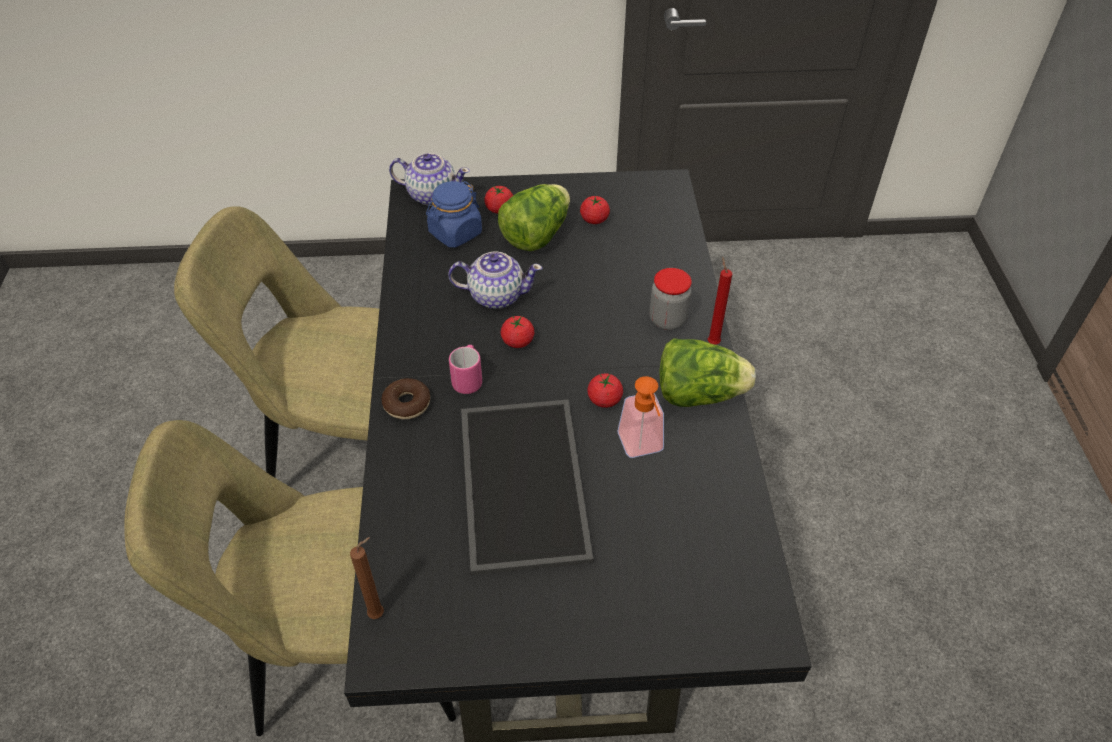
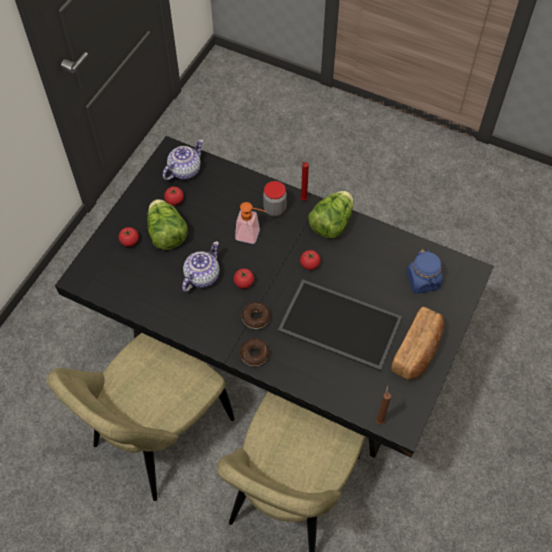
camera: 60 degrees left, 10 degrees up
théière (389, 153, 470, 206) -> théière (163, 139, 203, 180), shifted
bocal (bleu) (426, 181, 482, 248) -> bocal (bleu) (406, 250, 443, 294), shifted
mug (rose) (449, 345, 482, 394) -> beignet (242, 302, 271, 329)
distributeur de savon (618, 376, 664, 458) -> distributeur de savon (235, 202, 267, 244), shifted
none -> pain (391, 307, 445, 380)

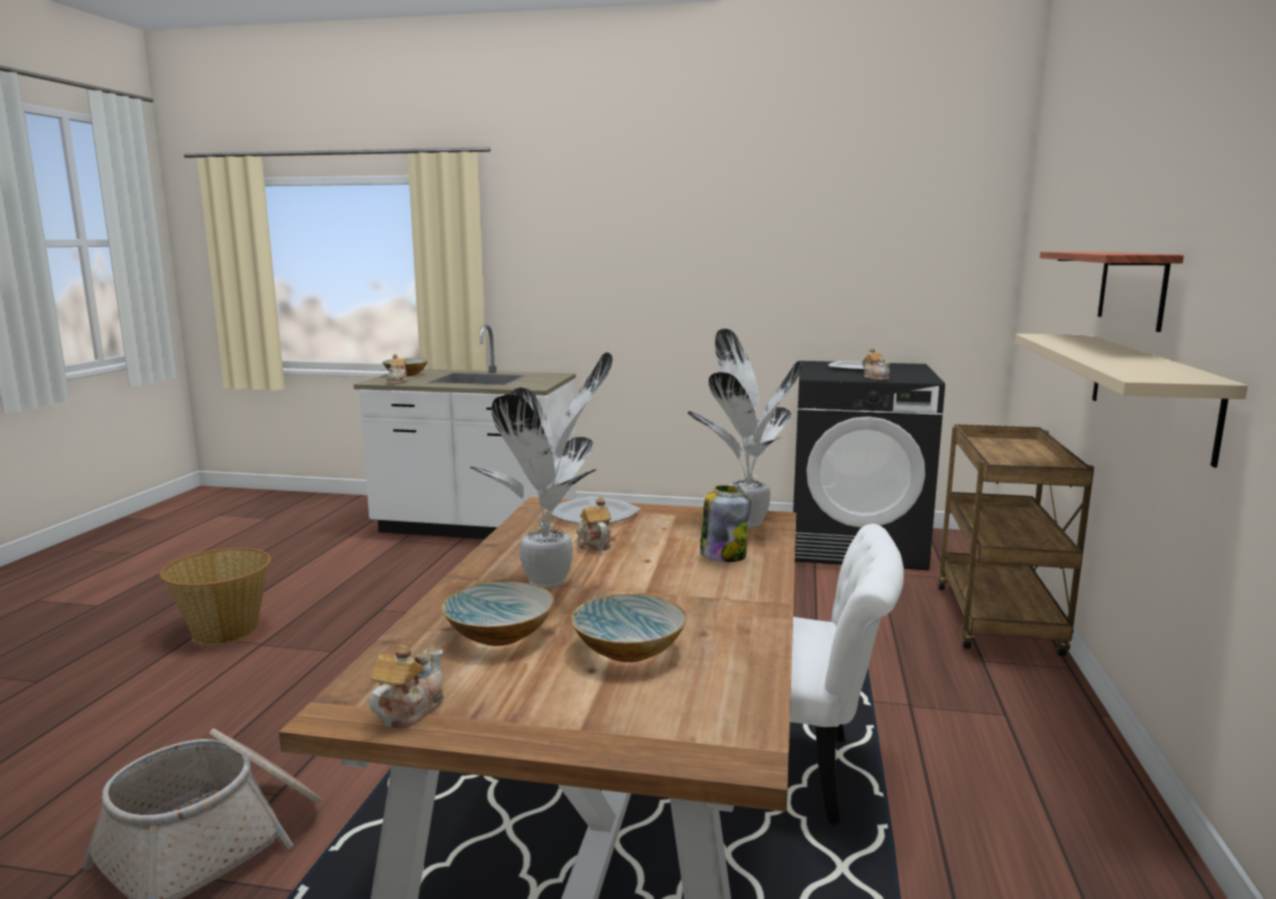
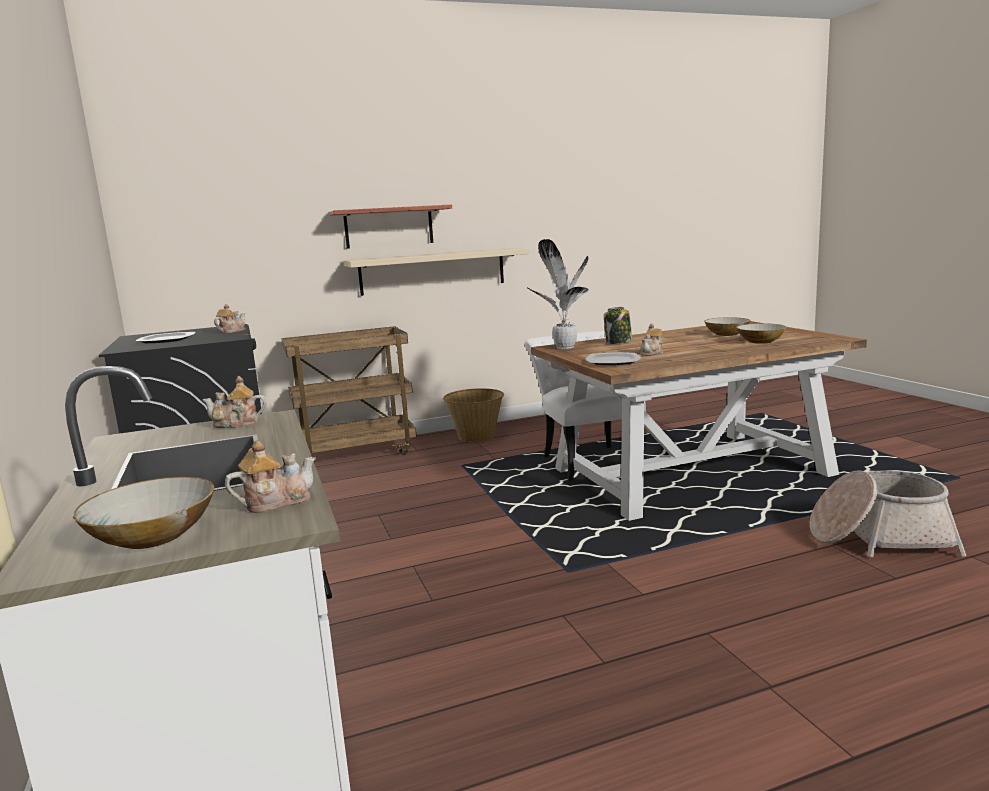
camera: 120 degrees left, 0 degrees up
plante en pot (469, 352, 612, 588) -> none
panier (160, 548, 271, 645) -> panier (443, 388, 504, 442), shifted
théière (369, 645, 444, 729) -> théière (202, 376, 266, 428), shifted

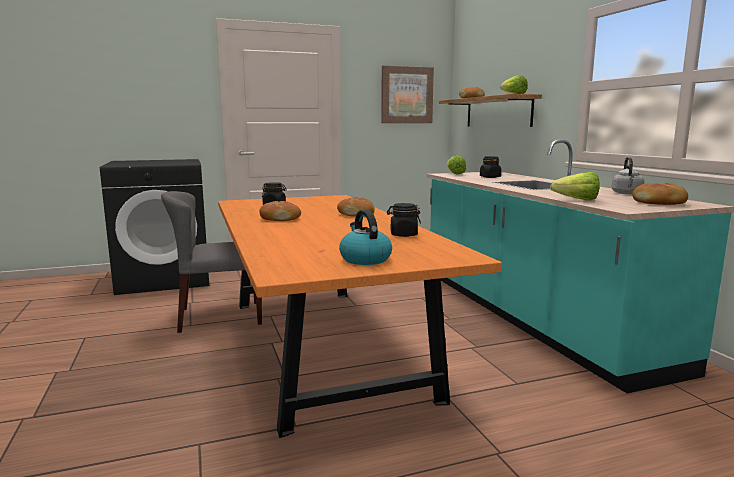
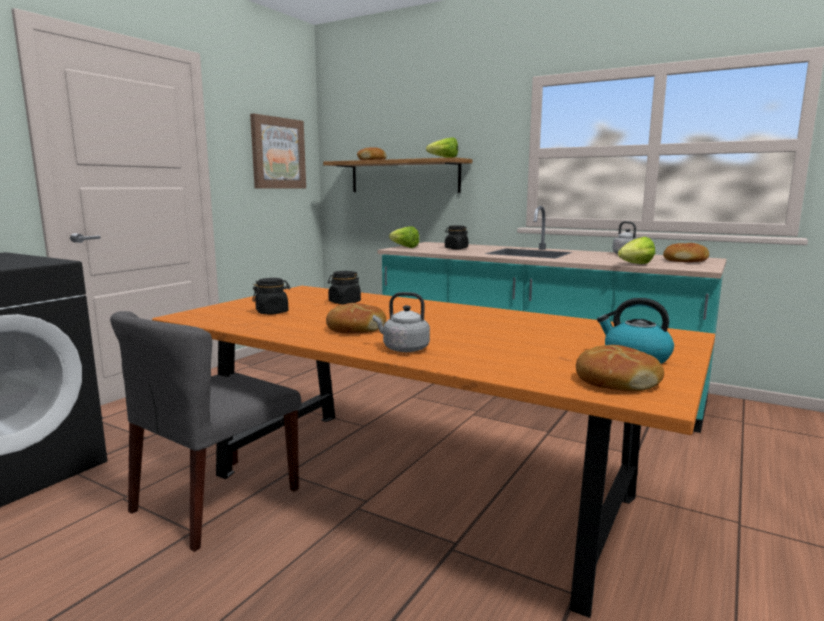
camera: 40 degrees left, 0 degrees up
pain (337, 197, 375, 217) -> pain (576, 345, 664, 391), shifted
bocal (noir) (387, 203, 421, 237) -> bocal (noir) (328, 271, 361, 304), shifted
none -> bouilloire (gris) (373, 292, 430, 352)

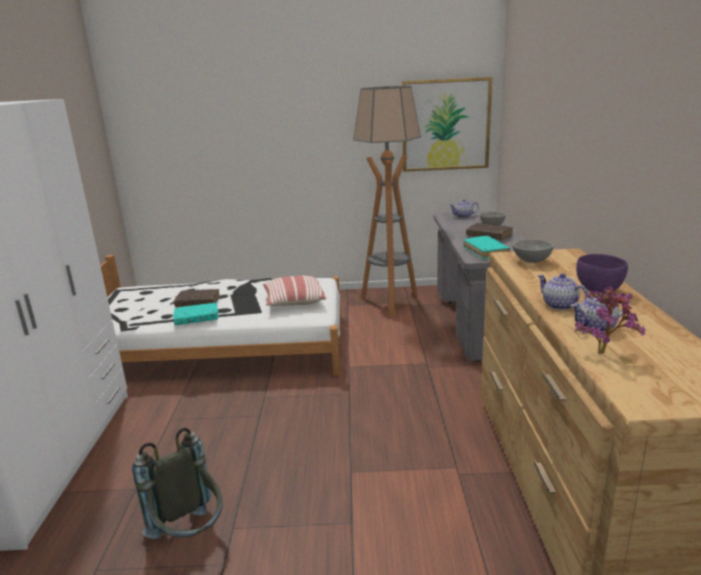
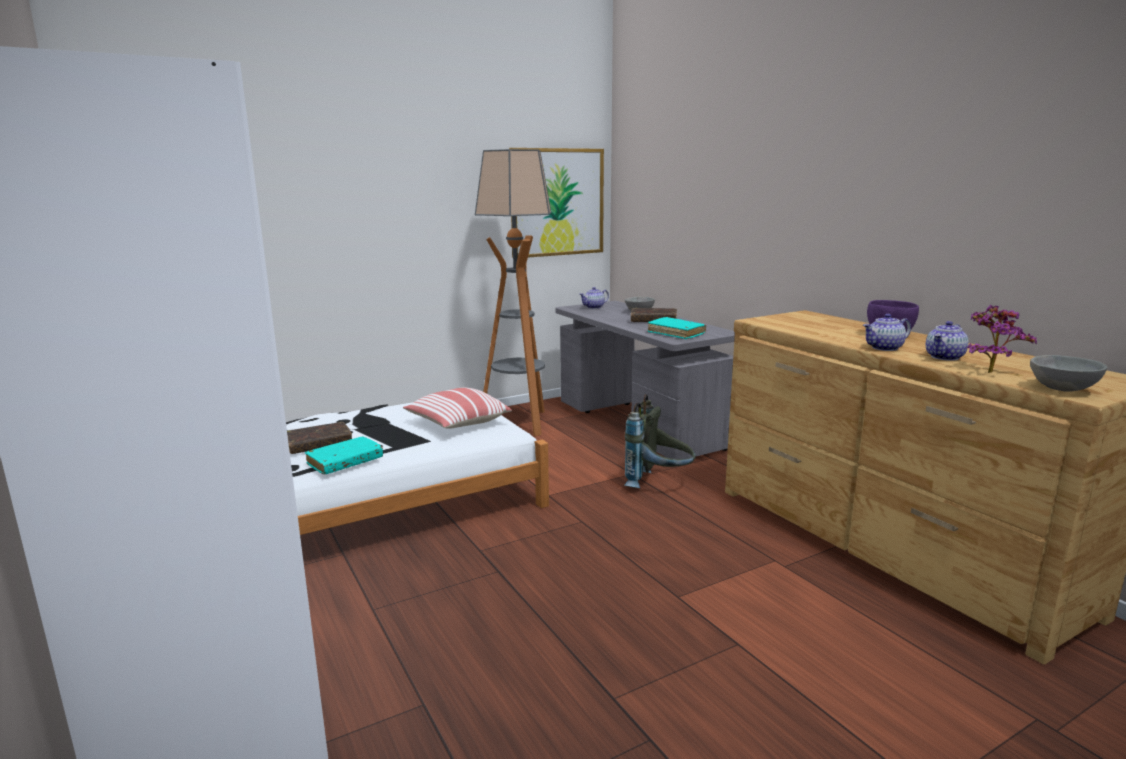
camera: 30 degrees left, 5 degrees down
bol (gris) (512, 239, 554, 263) -> bol (gris) (1030, 355, 1107, 392), shifted
théière (537, 273, 588, 310) -> théière (863, 314, 911, 351), 45 degrees counterclockwise
sac à dos (gris) (132, 428, 223, 539) -> sac à dos (gris) (624, 394, 696, 488), shifted

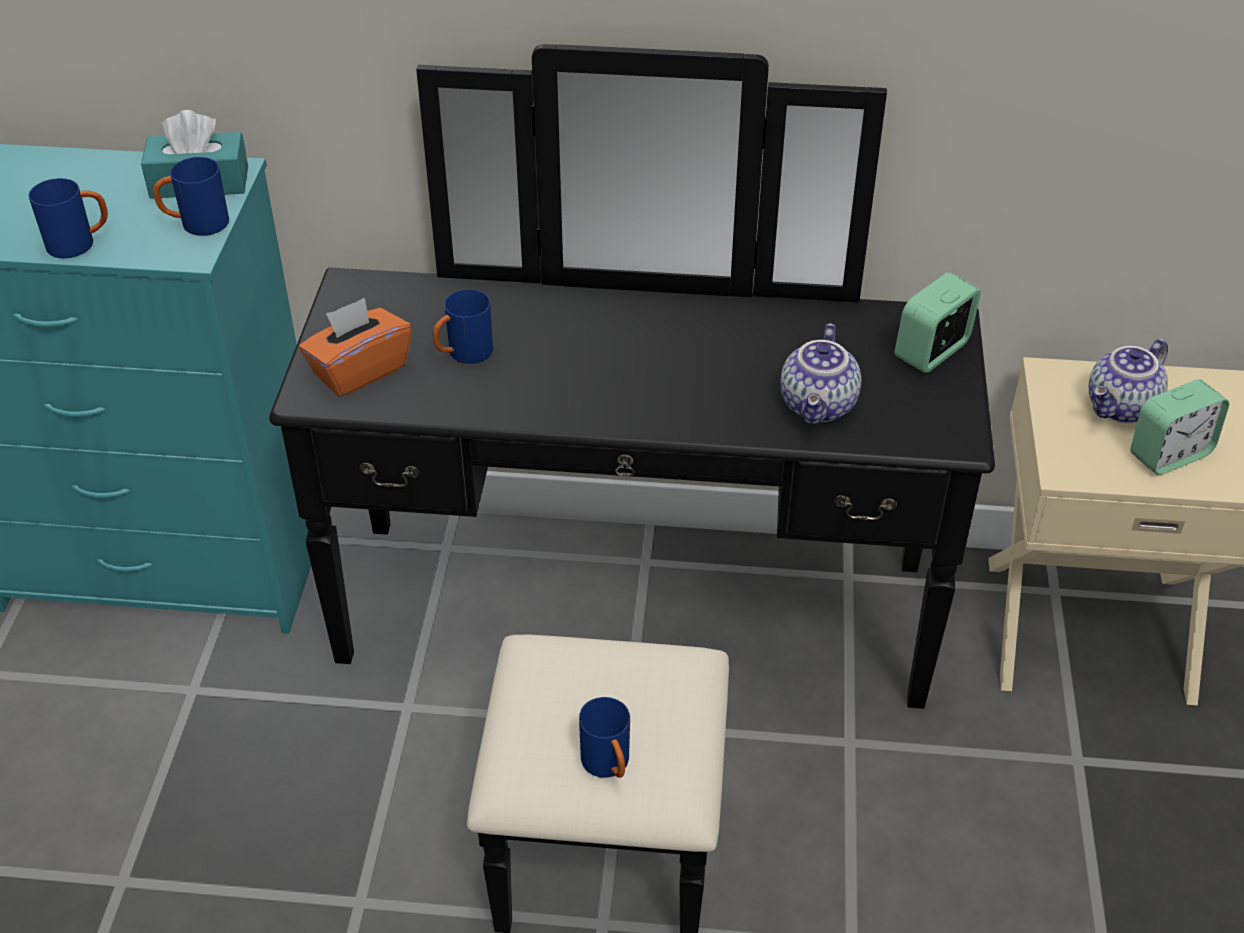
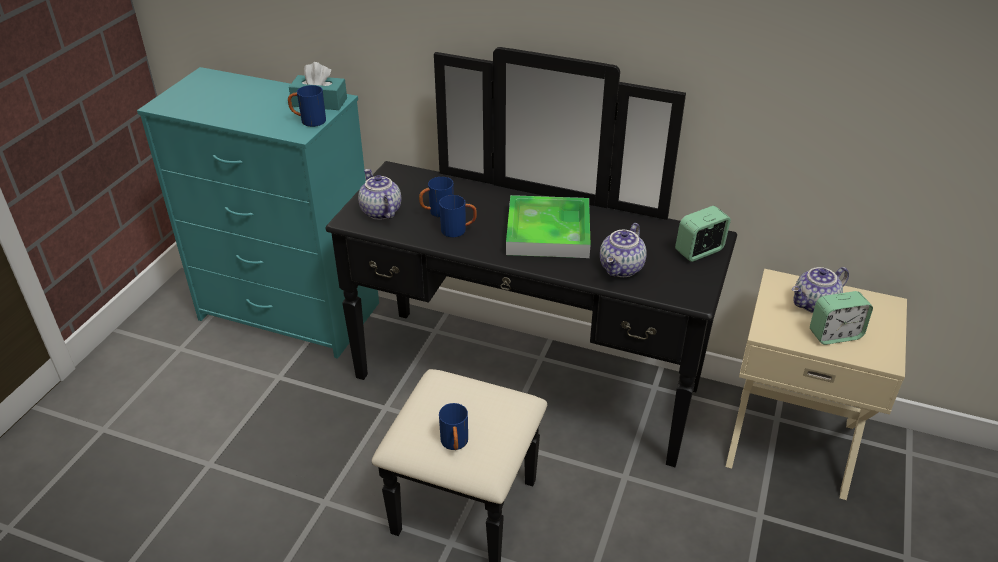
camera: 15 degrees right, 5 degrees down
mug (bleu) (29, 178, 108, 258) -> mug (bleu) (439, 195, 477, 237), shifted
boîte à mouchoirs (orange) (299, 297, 412, 397) -> théière (358, 169, 401, 220)
none -> plateau (506, 195, 591, 258)

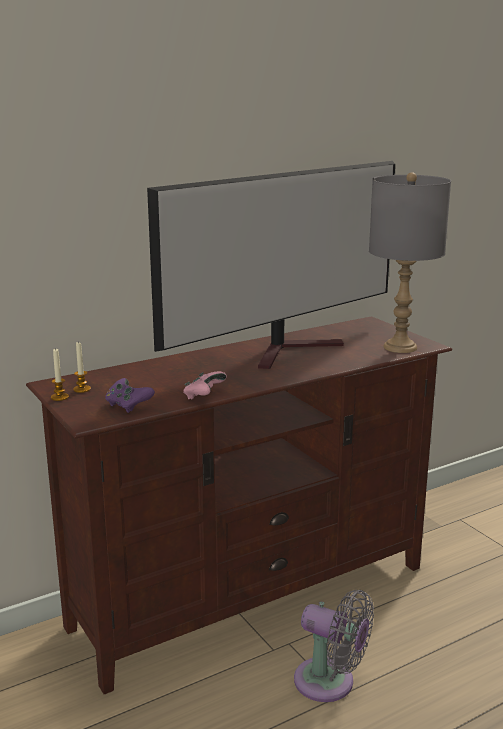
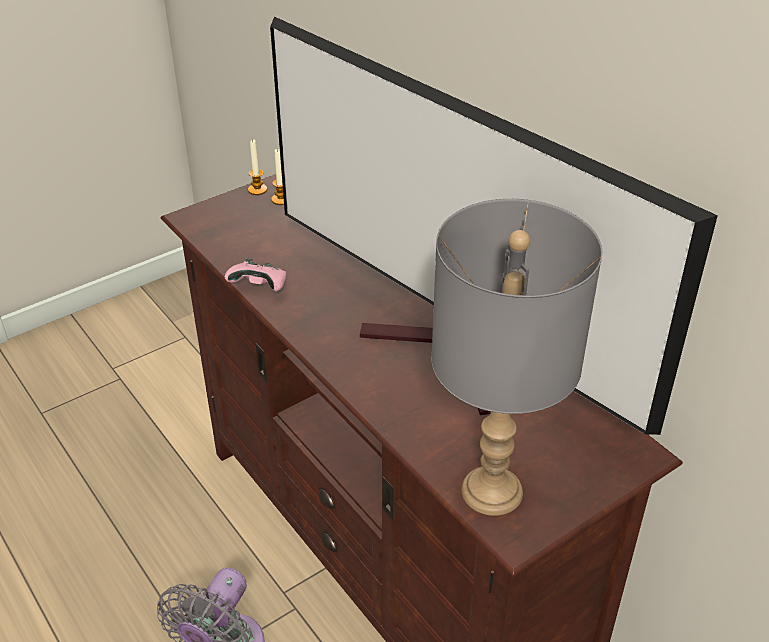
camera: 85 degrees right, 20 degrees up
manette (violet) (105, 378, 155, 413) -> none

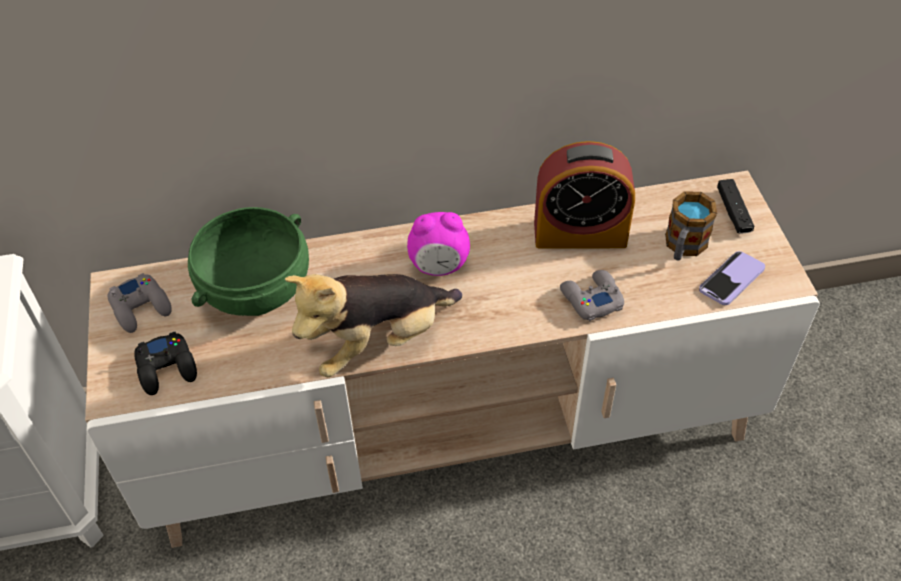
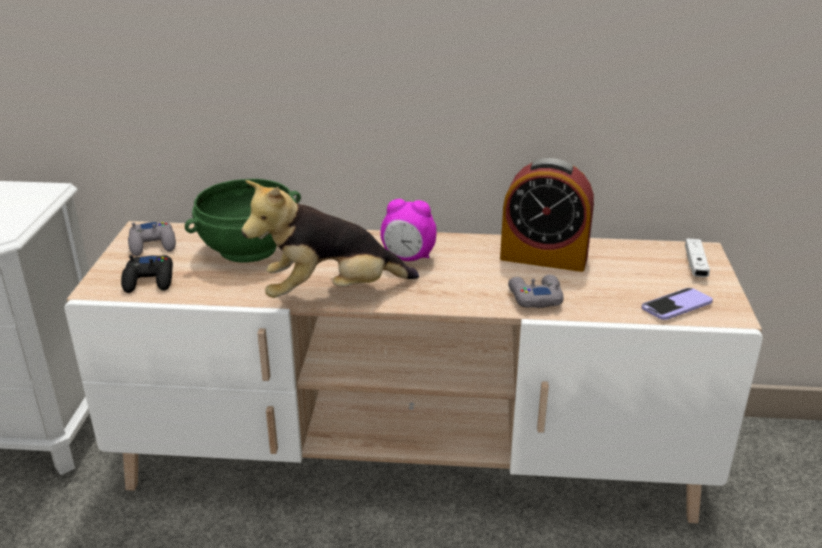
camera: 15 degrees right, 20 degrees down
manette (noir) (717, 179, 754, 234) -> manette (blanc) (685, 238, 710, 277)
mug (665, 191, 717, 261) -> none

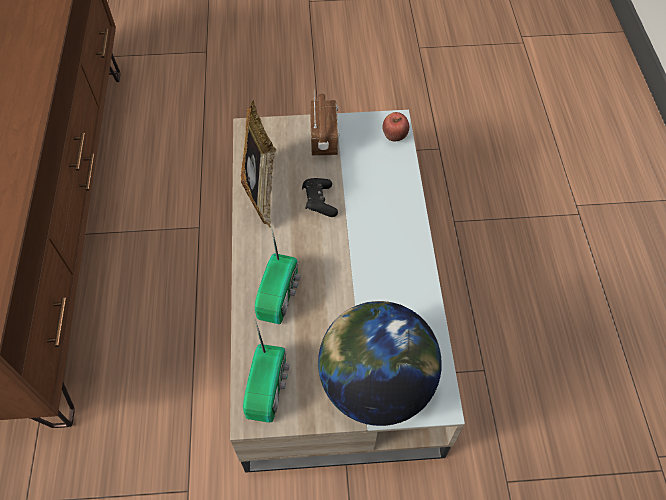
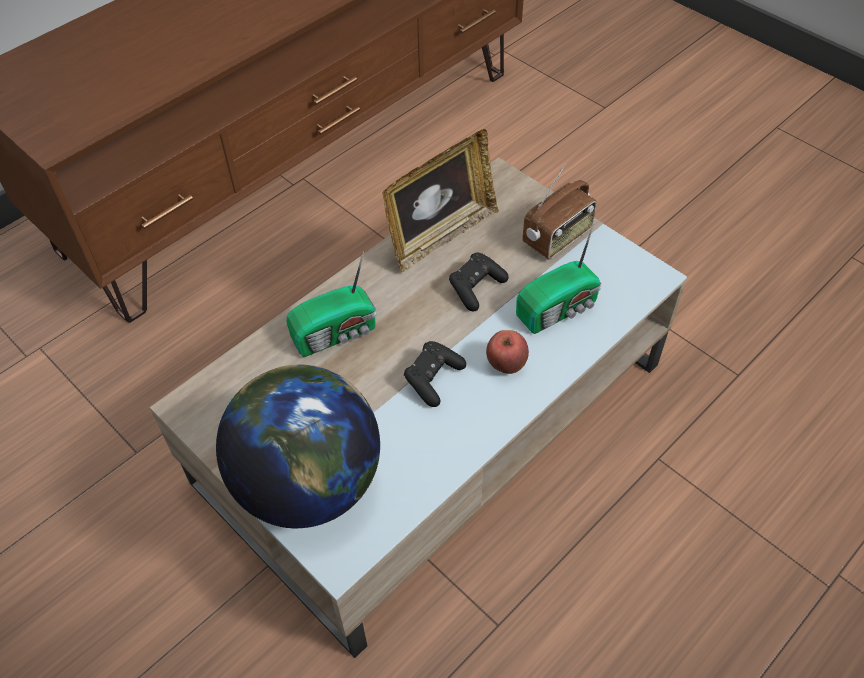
camera: 50 degrees right, 5 degrees down
pomme (383, 112, 409, 142) -> pomme (486, 330, 529, 374), shifted
radio (243, 319, 290, 423) -> radio (516, 226, 602, 334), shifted
none -> manette (noir) (404, 341, 466, 407)

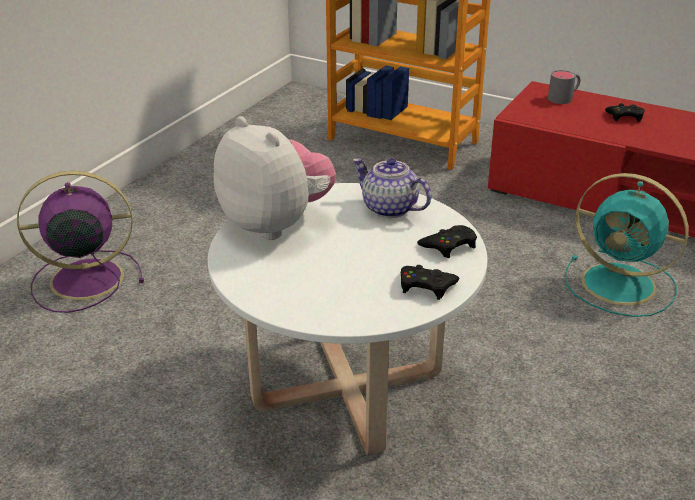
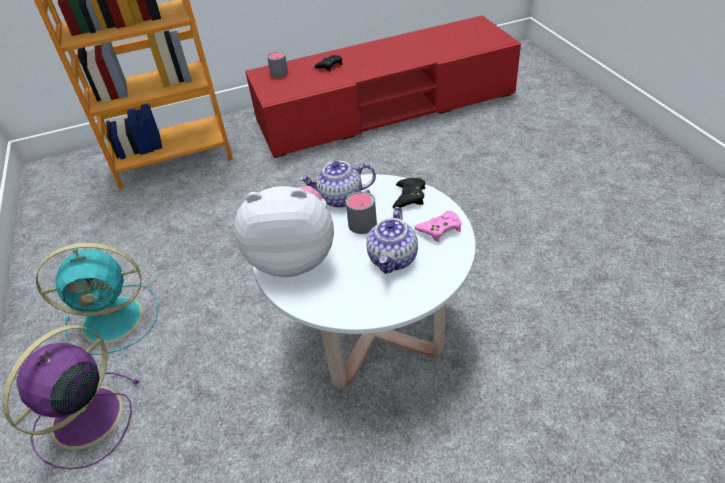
camera: 45 degrees left, 10 degrees up
ventilateur (turquoise) (565, 173, 688, 317) -> ventilateur (turquoise) (36, 243, 159, 355), shifted
manette (noir) (401, 265, 459, 300) -> manette (rose) (414, 211, 462, 242)
none -> mug (gris) (345, 189, 377, 234)
none -> théière (366, 207, 418, 274)

